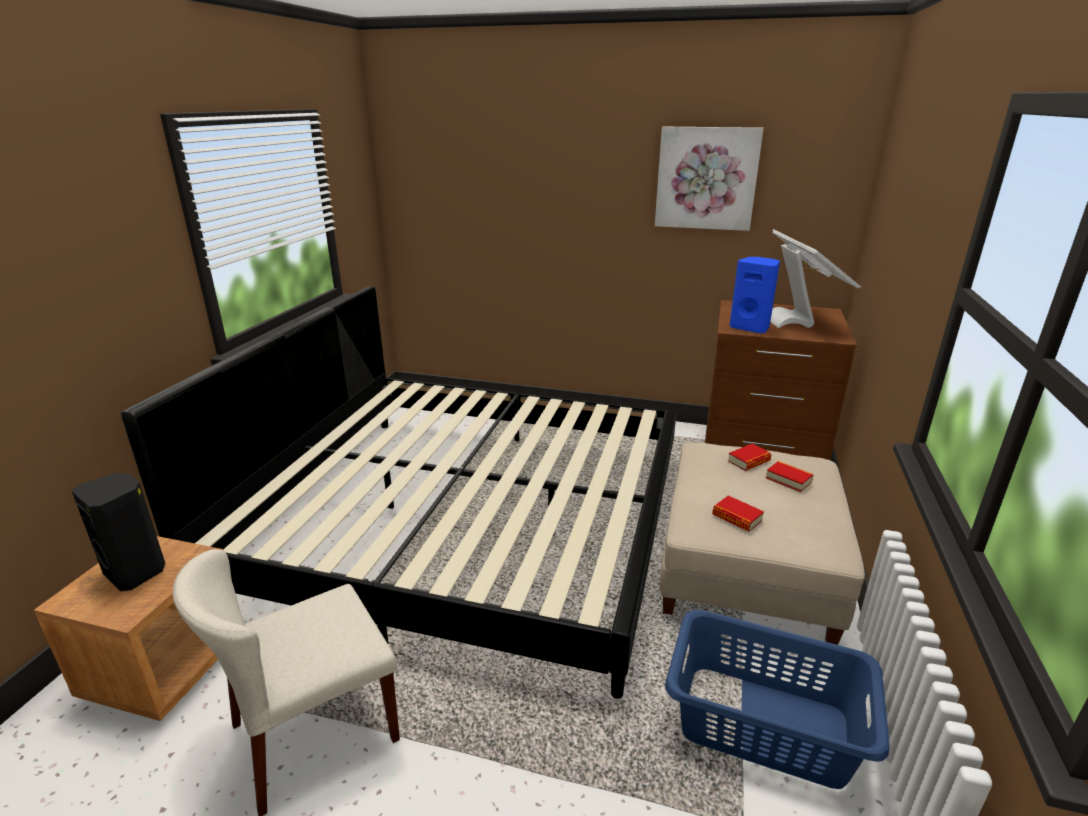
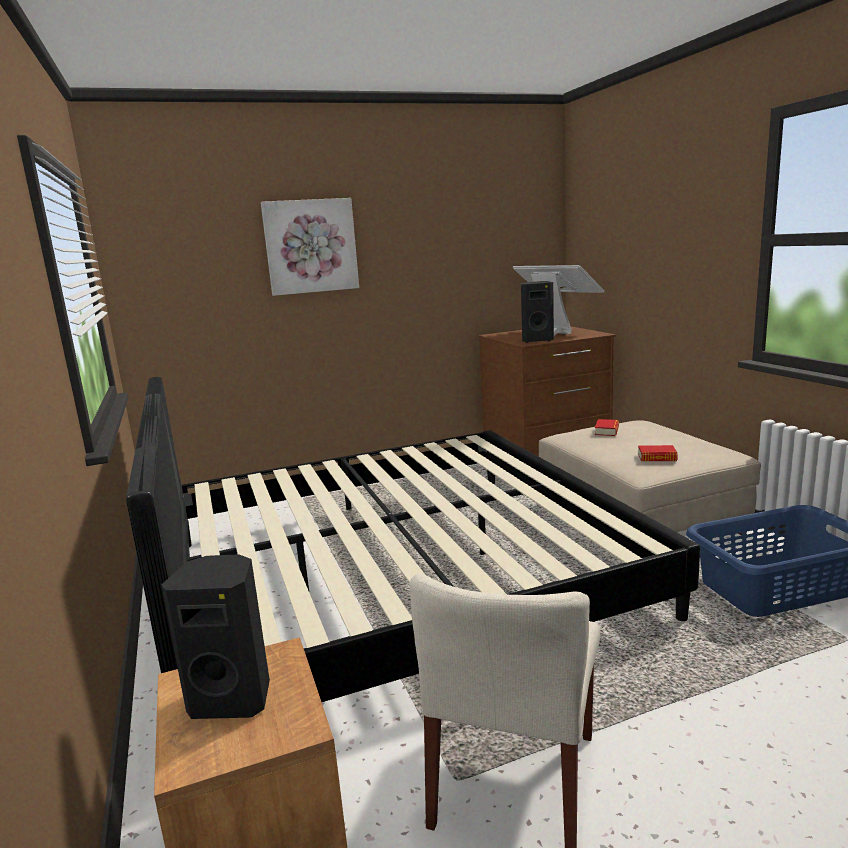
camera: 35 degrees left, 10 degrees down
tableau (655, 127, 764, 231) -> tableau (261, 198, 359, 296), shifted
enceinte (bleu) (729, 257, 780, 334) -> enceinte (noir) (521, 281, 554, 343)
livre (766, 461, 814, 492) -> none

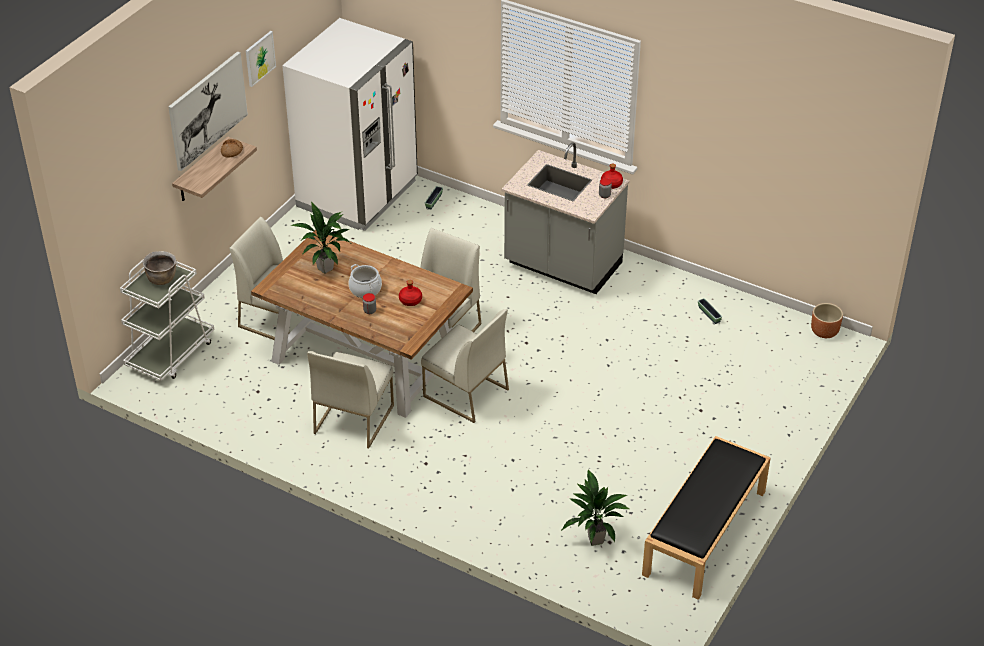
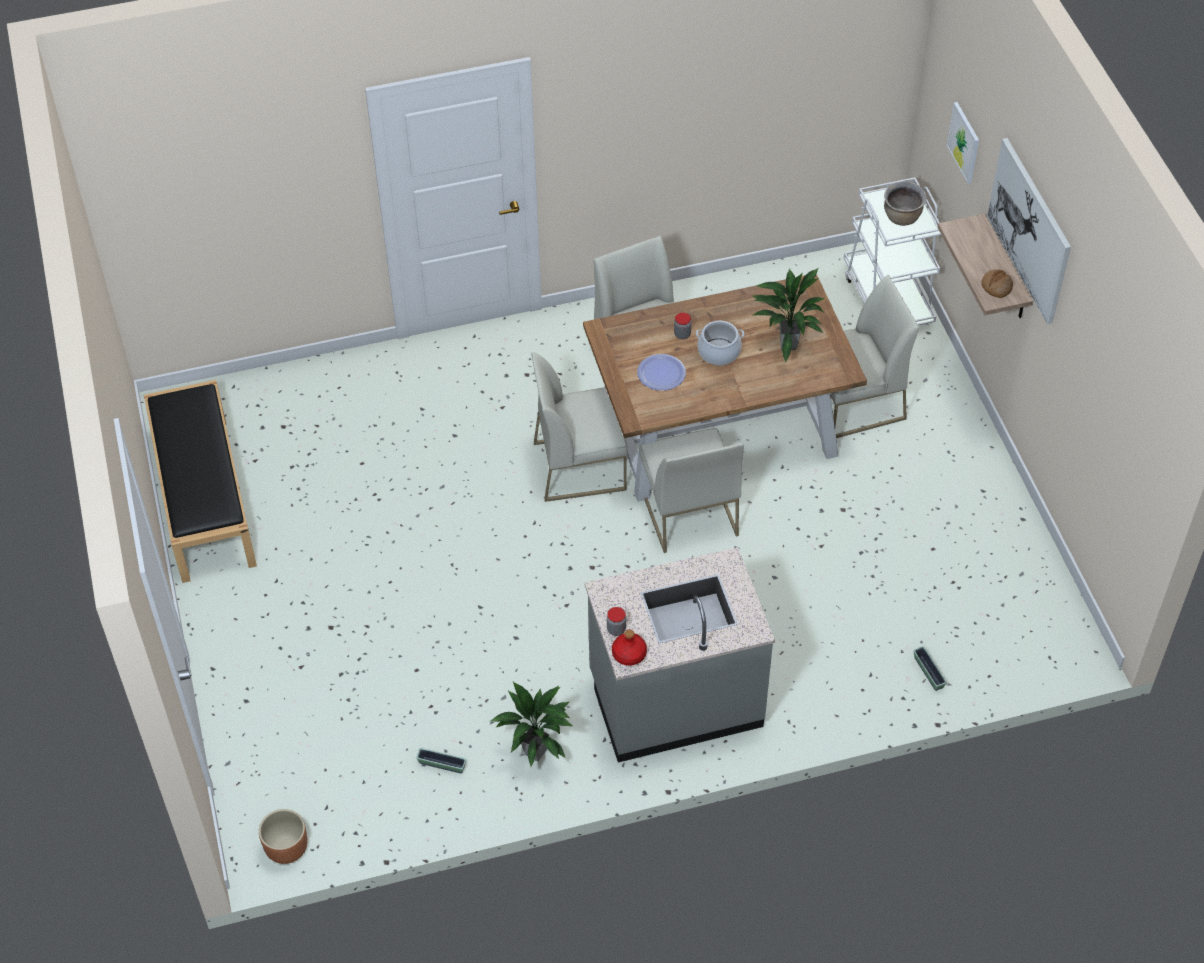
camera: 135 degrees right, 10 degrees up
réfrigérateur (blanc) (282, 18, 418, 231) -> none
tableau (246, 31, 276, 87) -> tableau (947, 102, 979, 184), shifted
bouteille (rouge) (399, 280, 422, 306) -> assiette (637, 354, 686, 391)
plante en pot (561, 469, 629, 546) -> plante en pot (491, 681, 572, 767), shifted

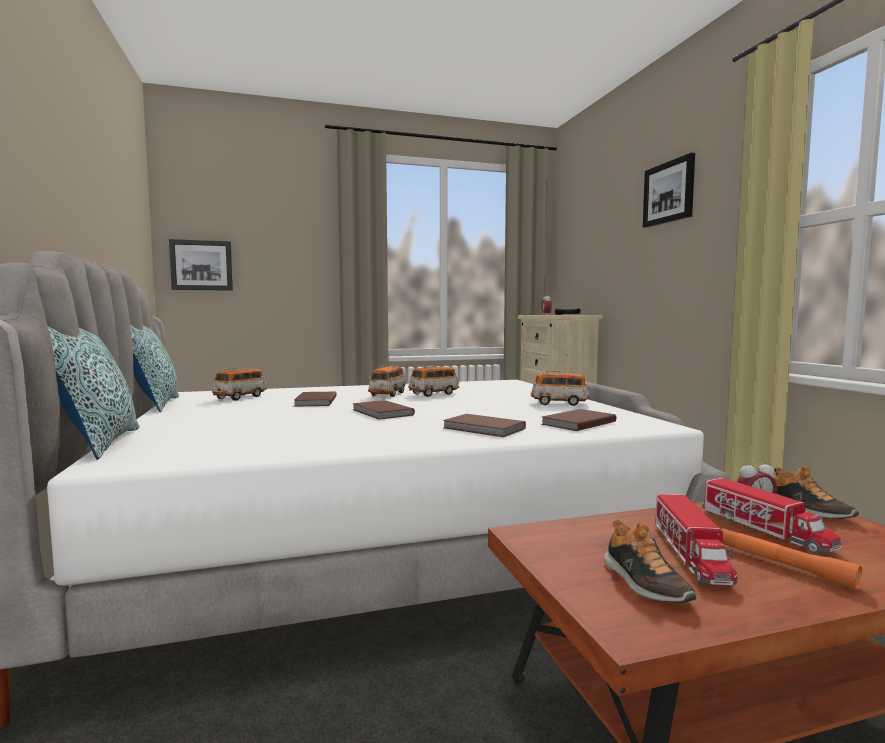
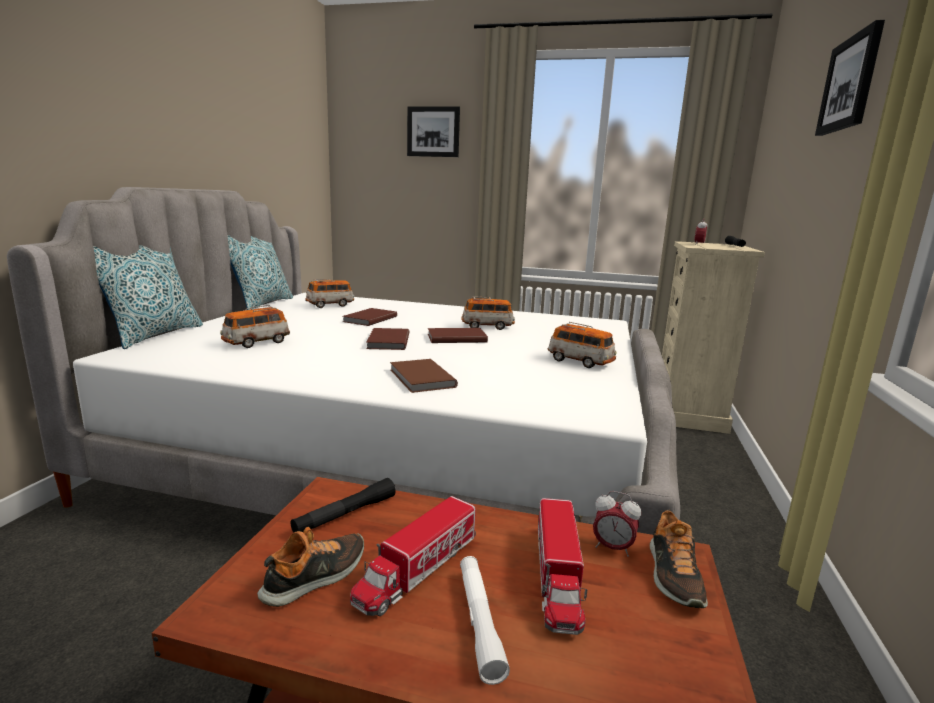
camera: 30 degrees right, 10 degrees up
tableau (169, 239, 233, 291) -> tableau (407, 106, 460, 157), shifted
petite voiture (368, 365, 406, 397) -> petite voiture (220, 305, 290, 348), shifted
livre (marron) (541, 409, 616, 431) -> livre (marron) (428, 328, 488, 343), shifted
chaussure (604, 520, 697, 603) -> chaussure (257, 527, 364, 607), 150 degrees counterclockwise
lampe de poche (orange) (721, 528, 862, 590) -> lampe de poche (blanc) (460, 556, 510, 685)
none -> lampe de poche (noir) (291, 478, 396, 533)

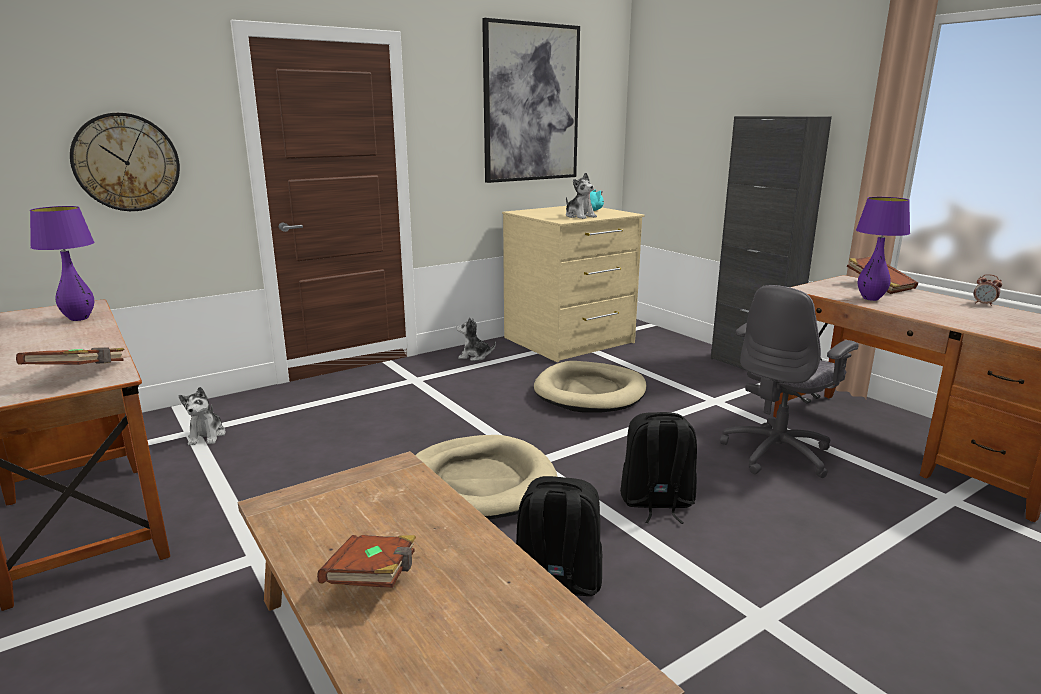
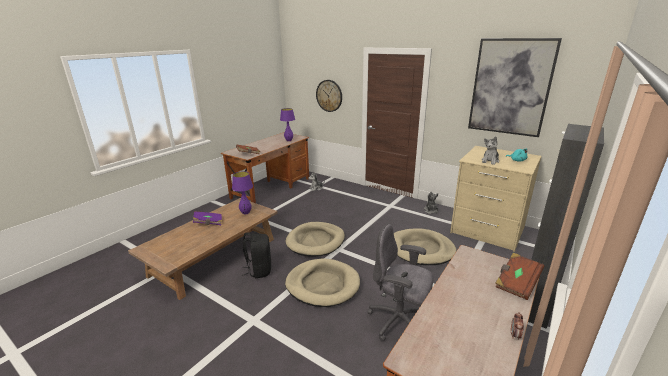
camera: 70 degrees right, 5 degrees up
lampe de table (violet) (856, 197, 910, 301) -> lampe de table (violet) (232, 171, 253, 215), shifted
sac à dos (noir) (620, 412, 697, 524) -> panier pour chien (beige) (285, 259, 360, 307)
livre (marron) (317, 535, 416, 588) -> livre (violet) (193, 211, 222, 225)

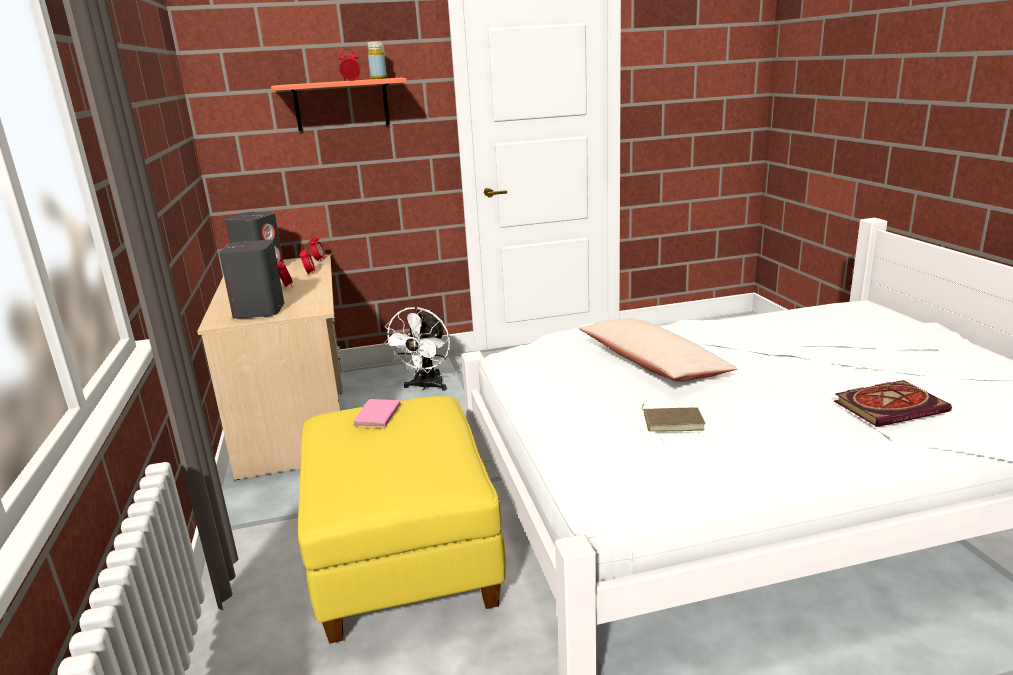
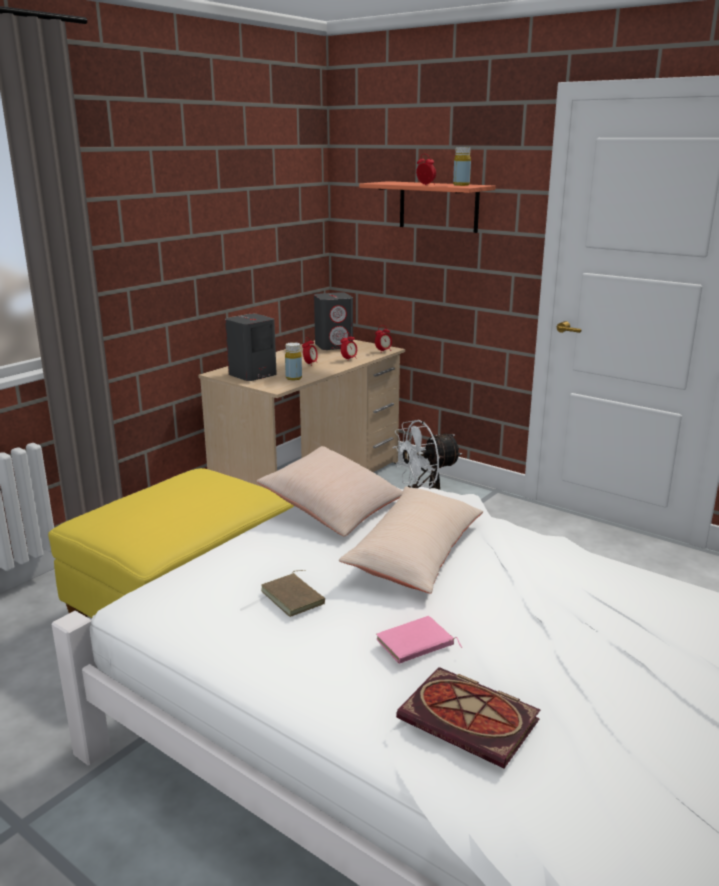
camera: 50 degrees right, 0 degrees up
livre (rose) (353, 399, 409, 428) -> livre (rose) (376, 616, 462, 664), shifted
none -> bouteille (jaune) (285, 342, 302, 380)
none -> coussin (beige) (256, 446, 403, 537)

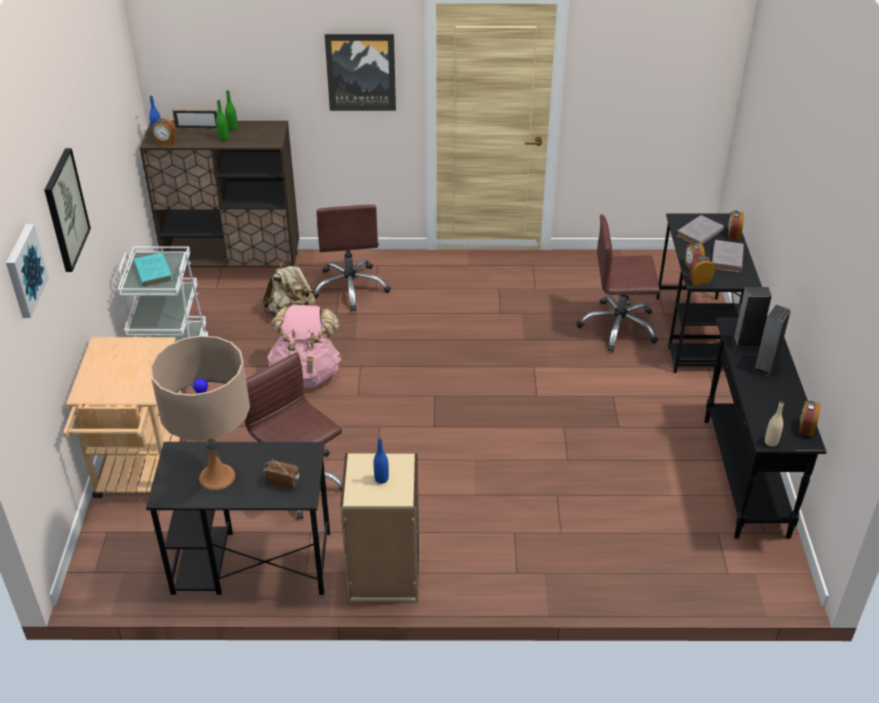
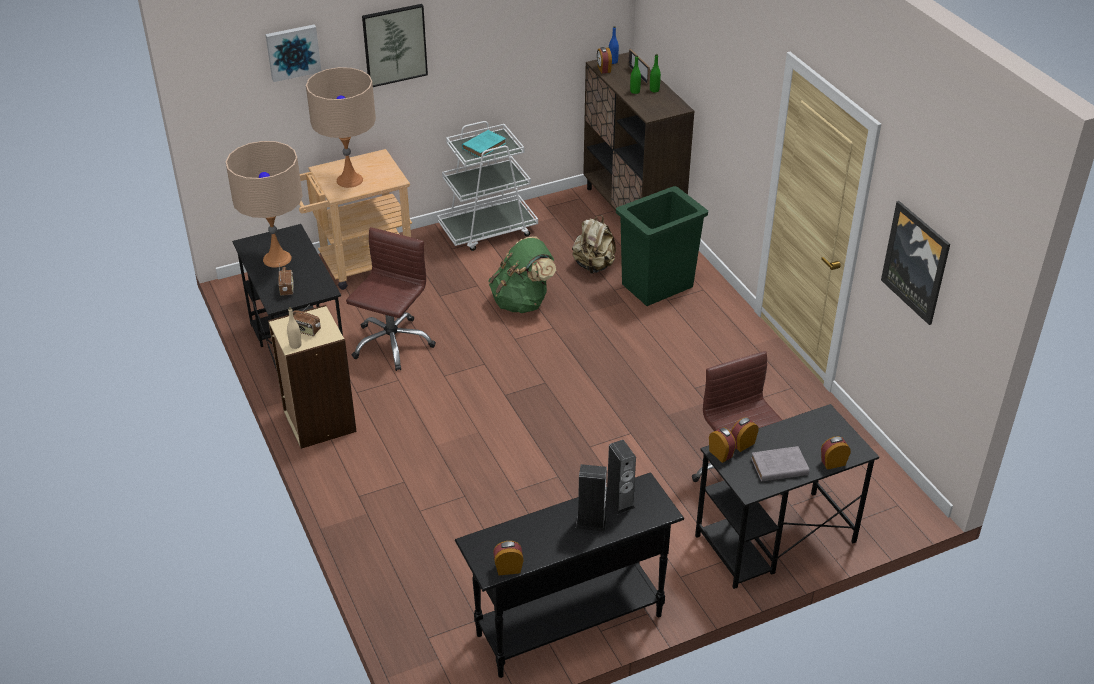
camera: 65 degrees right, 0 degrees up
tableau (325, 34, 396, 111) -> tableau (881, 201, 950, 325), shifted
chaise de bureau (marron) (313, 205, 391, 312) -> poubelle (vert) (616, 186, 708, 306)
livre (gris) (676, 215, 724, 245) -> none
sac à dos (rose) (267, 305, 342, 388) -> sac à dos (vert) (489, 236, 556, 313)
bouteille (beige) (765, 401, 784, 447) -> bouteille (beige) (287, 307, 302, 349), shifted
bouteille (bleu) (373, 438, 389, 484) -> radio (293, 305, 321, 336)
none -> lampe de table (beige) (306, 67, 376, 188)

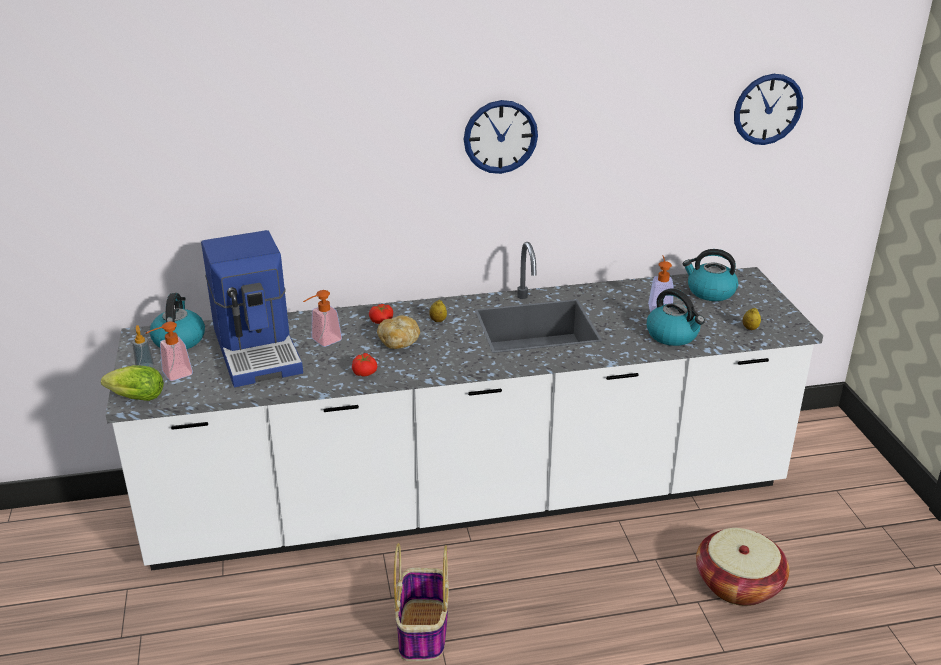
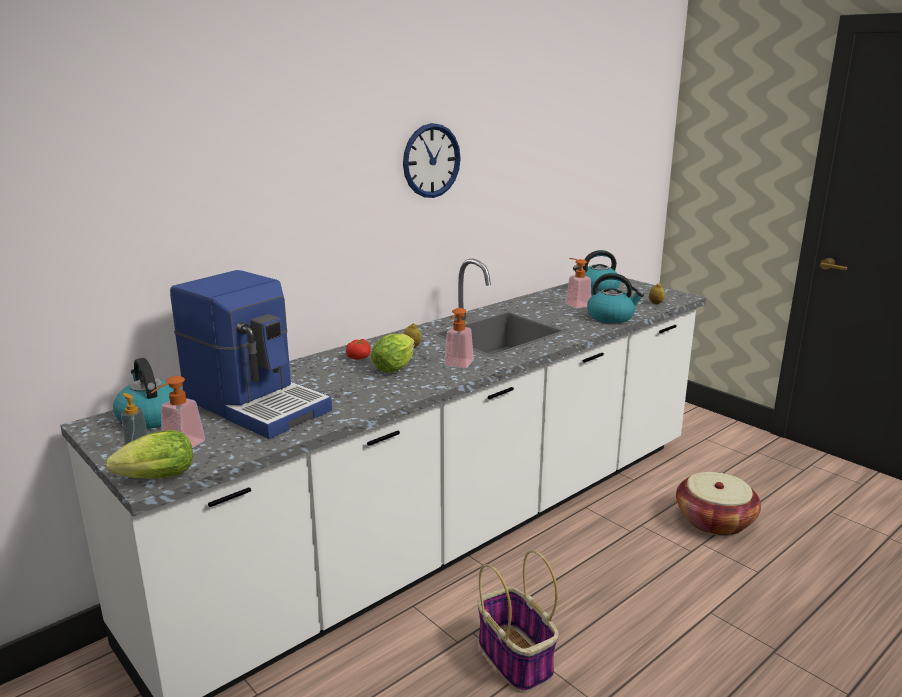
camera: 30 degrees left, 10 degrees down
horloge murale (734, 74, 803, 145) -> none
distributeur de savon (303, 290, 342, 347) -> distributeur de savon (444, 308, 474, 368), shifted
pain (377, 315, 420, 349) -> laitue (371, 334, 415, 373)
tomate (352, 353, 377, 376) -> none

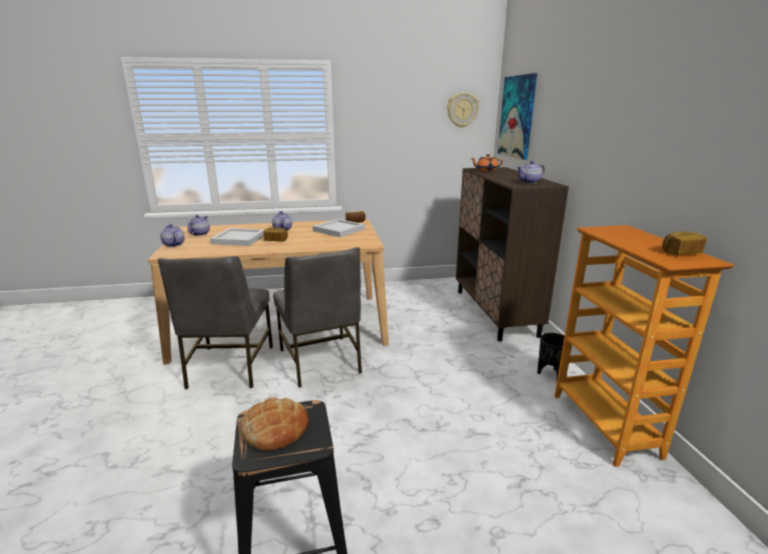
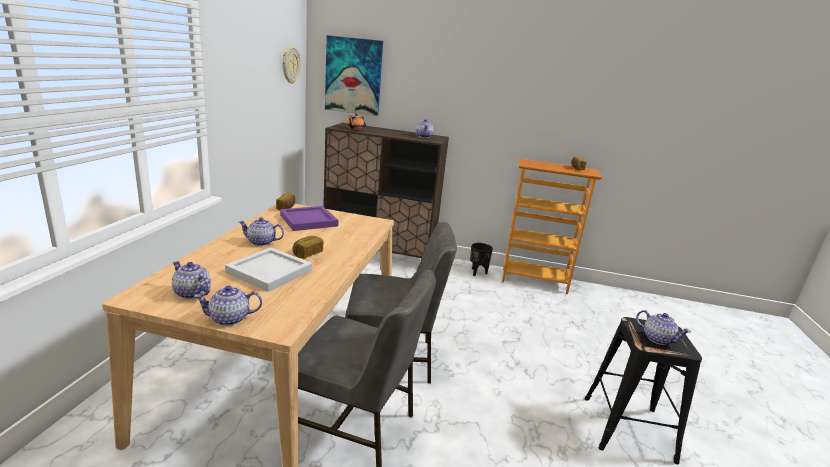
camera: 70 degrees left, 0 degrees up
plateau (blanc) (313, 219, 365, 237) -> plateau (violet) (280, 206, 339, 231)
pain (240, 397, 308, 451) -> théière (636, 310, 691, 345)

